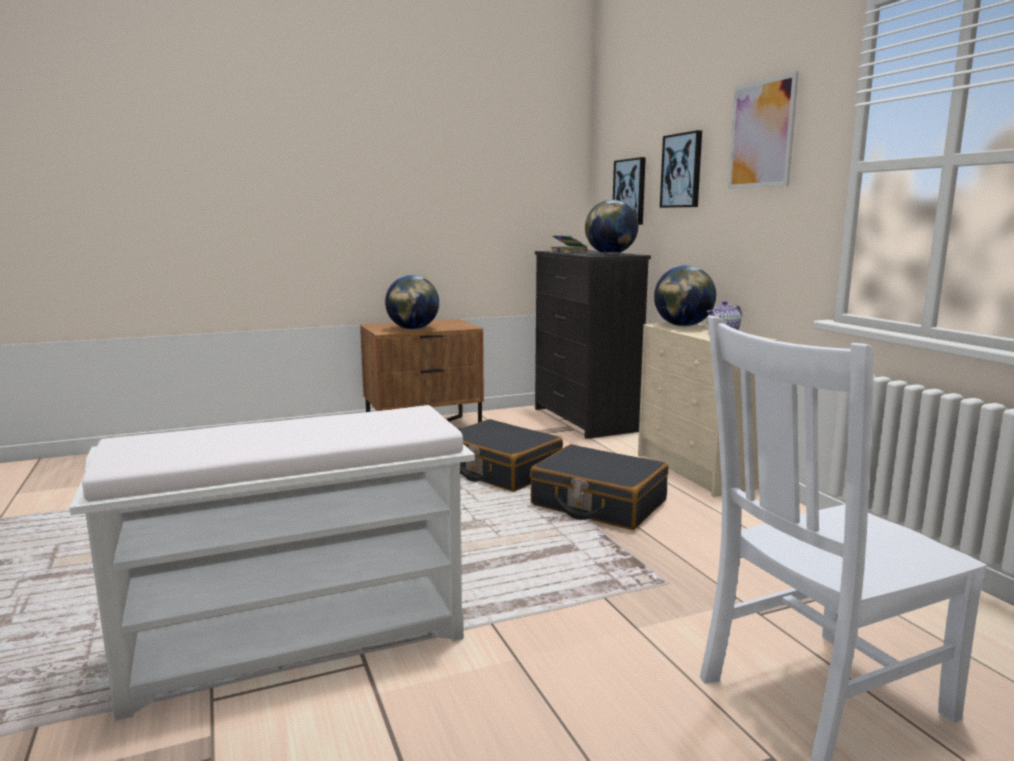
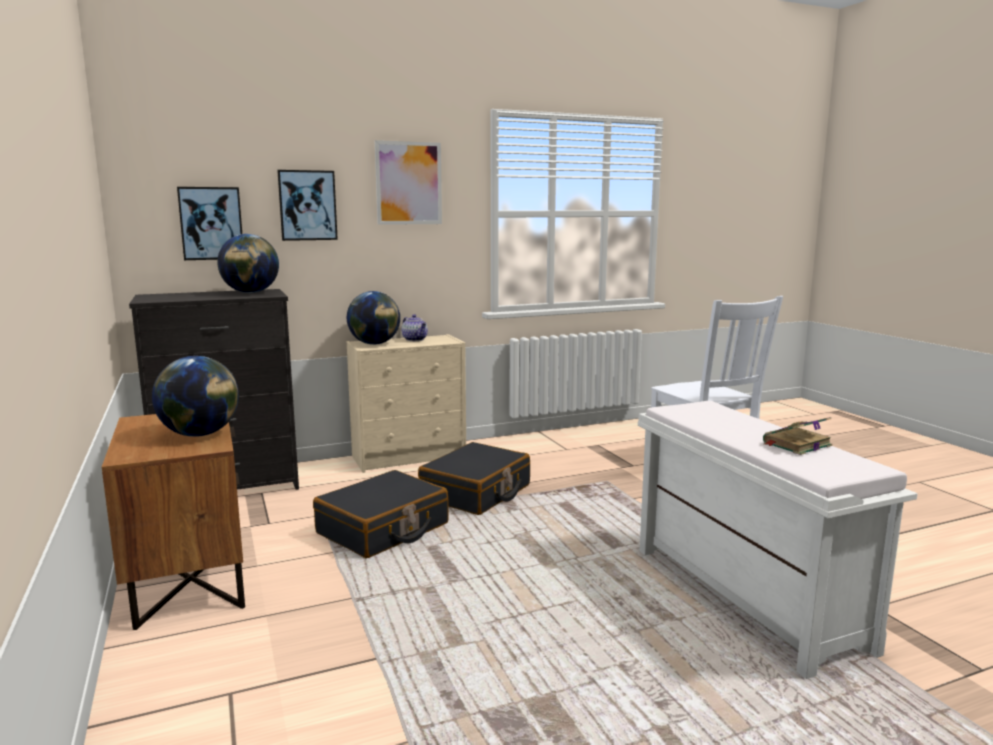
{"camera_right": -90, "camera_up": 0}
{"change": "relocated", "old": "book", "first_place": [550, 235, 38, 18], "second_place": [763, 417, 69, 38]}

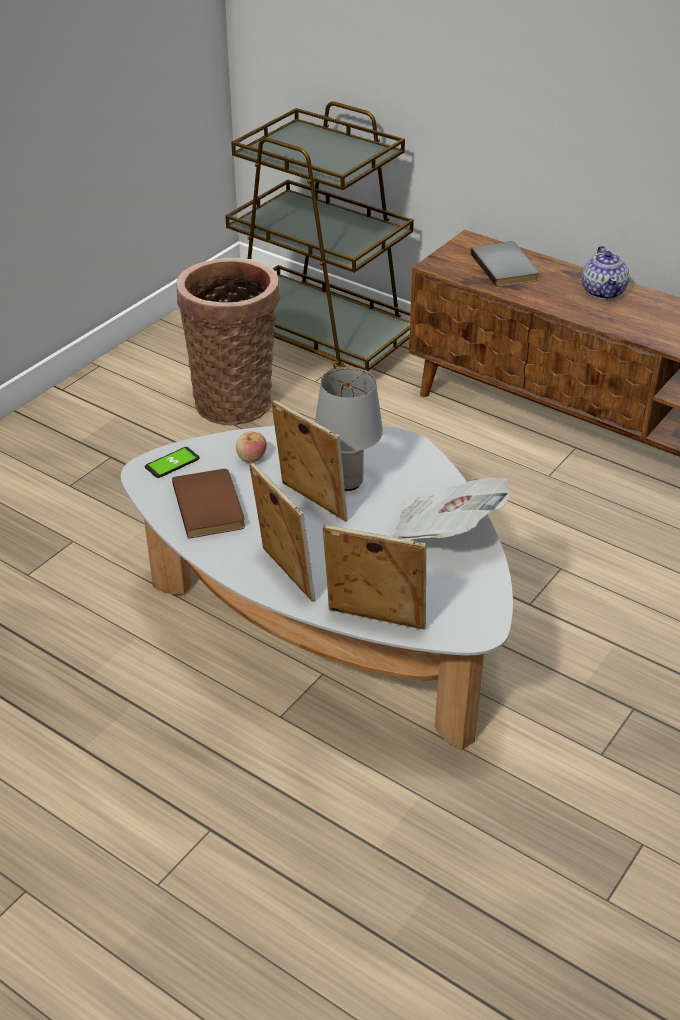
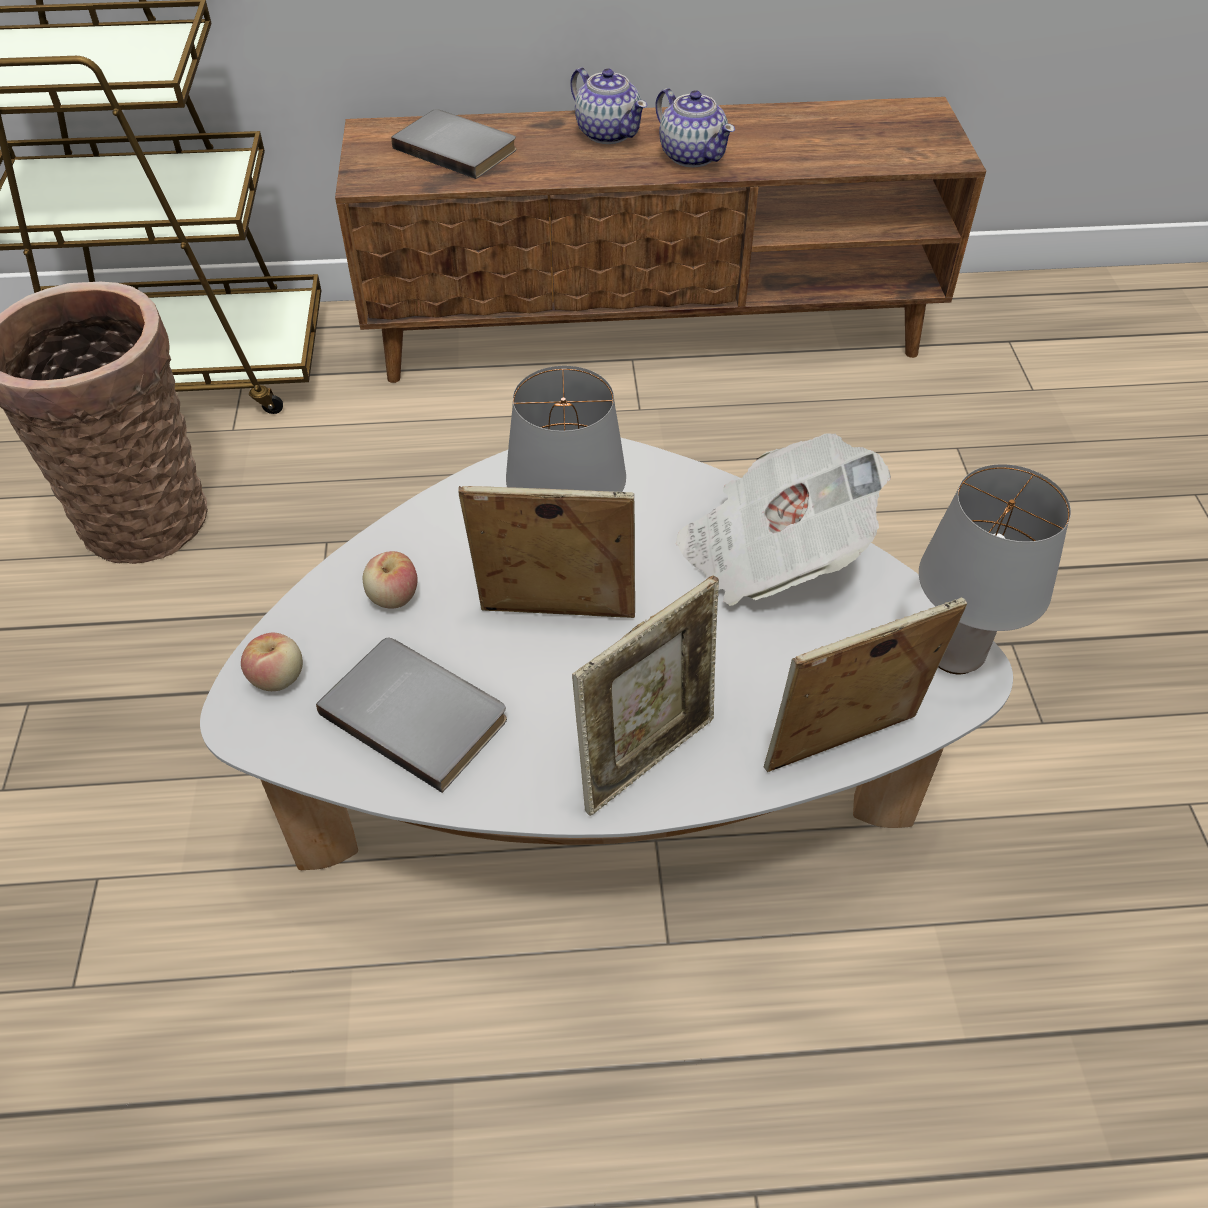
{"camera_right": -40, "camera_up": 10}
{"change": "exchanged", "old": "phone", "new": "apple", "first_place": [145, 447, 55, 31], "second_place": [241, 633, 62, 58]}
{"change": "spun", "old": "picture frame", "first_place": [249, 462, 67, 140], "second_place": [572, 575, 147, 241], "degrees": 120}
{"change": "colour", "old": "brown book", "new": "grey book", "first_place": [172, 469, 73, 70], "second_place": [316, 638, 191, 155]}
{"change": "appeared", "new": "teapot", "second_place": [655, 88, 80, 79]}
{"change": "appeared", "new": "grey table lamp", "second_place": [919, 464, 152, 210]}

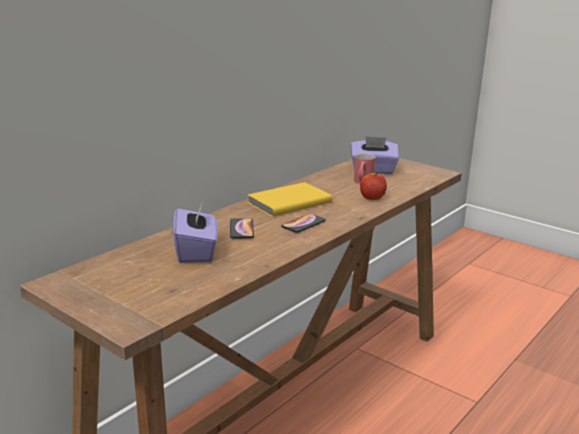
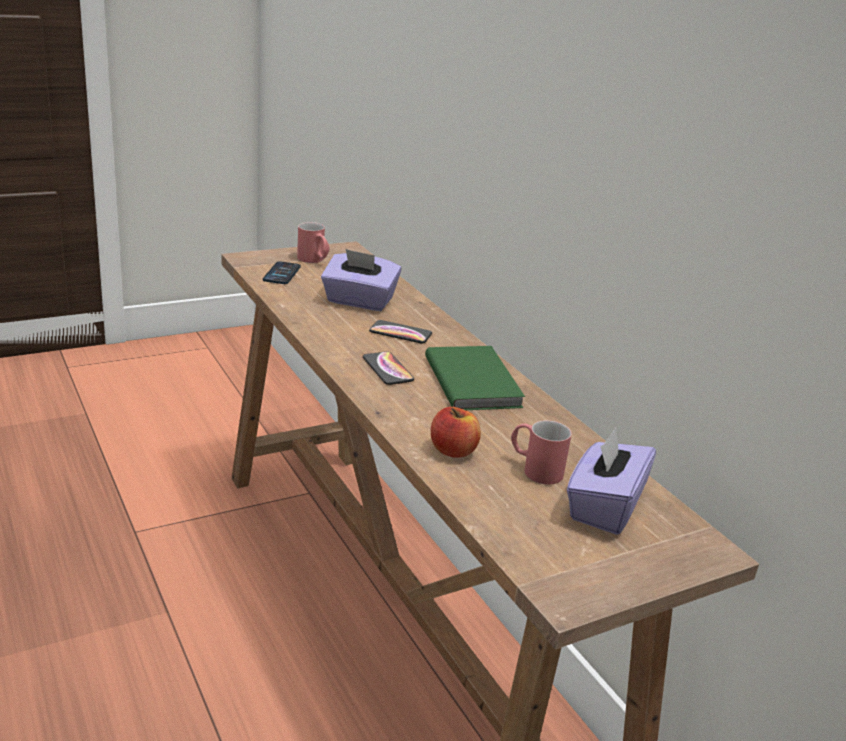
{"camera_right": 110, "camera_up": 5}
{"change": "colour", "old": "yellow book", "new": "green book", "first_place": [247, 182, 85, 35], "second_place": [425, 346, 100, 64]}
{"change": "appeared", "new": "red mug", "second_place": [297, 222, 33, 41]}
{"change": "appeared", "new": "phone", "second_place": [263, 261, 38, 23]}

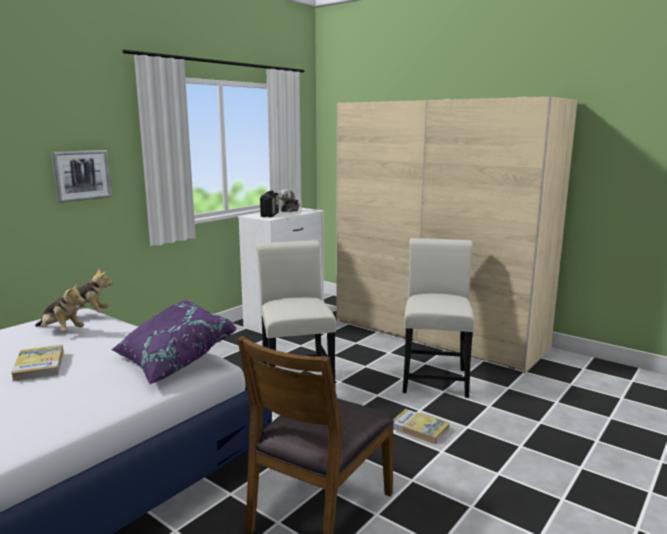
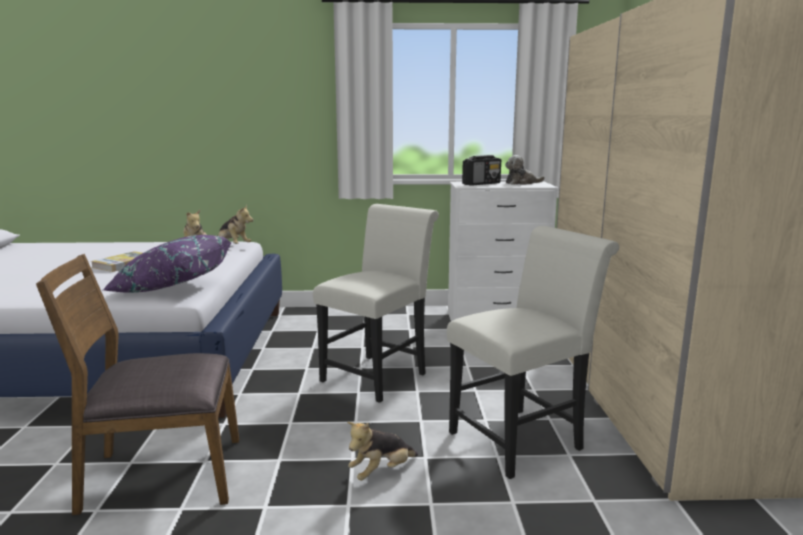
{"camera_right": 50, "camera_up": 0}
{"change": "missing", "old": "picture", "first_place": [51, 150, 61, 53]}
{"change": "exchanged", "old": "book", "new": "plush toy", "first_place": [393, 409, 57, 35], "second_place": [347, 422, 71, 58]}

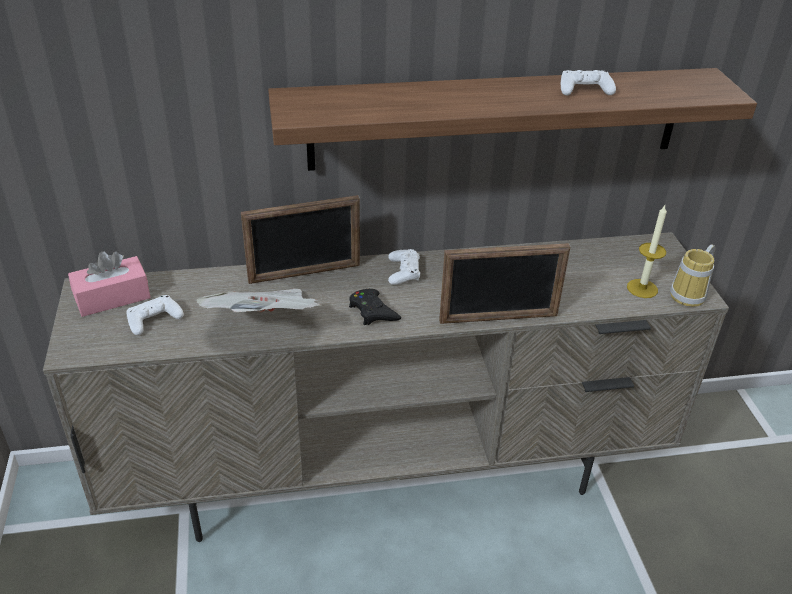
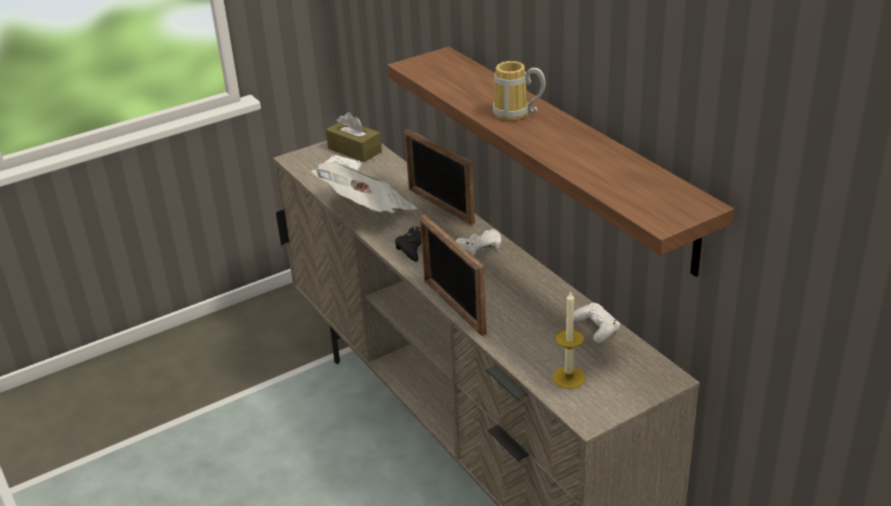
{"camera_right": 70, "camera_up": -5}
{"change": "relocated", "old": "white game controller", "first_place": [561, 70, 55, 25], "second_place": [574, 303, 46, 40]}
{"change": "relocated", "old": "mug", "first_place": [670, 244, 45, 63], "second_place": [493, 61, 52, 60]}
{"change": "colour", "old": "pink tissue box", "new": "brown tissue box", "first_place": [68, 251, 83, 66], "second_place": [326, 112, 56, 50]}

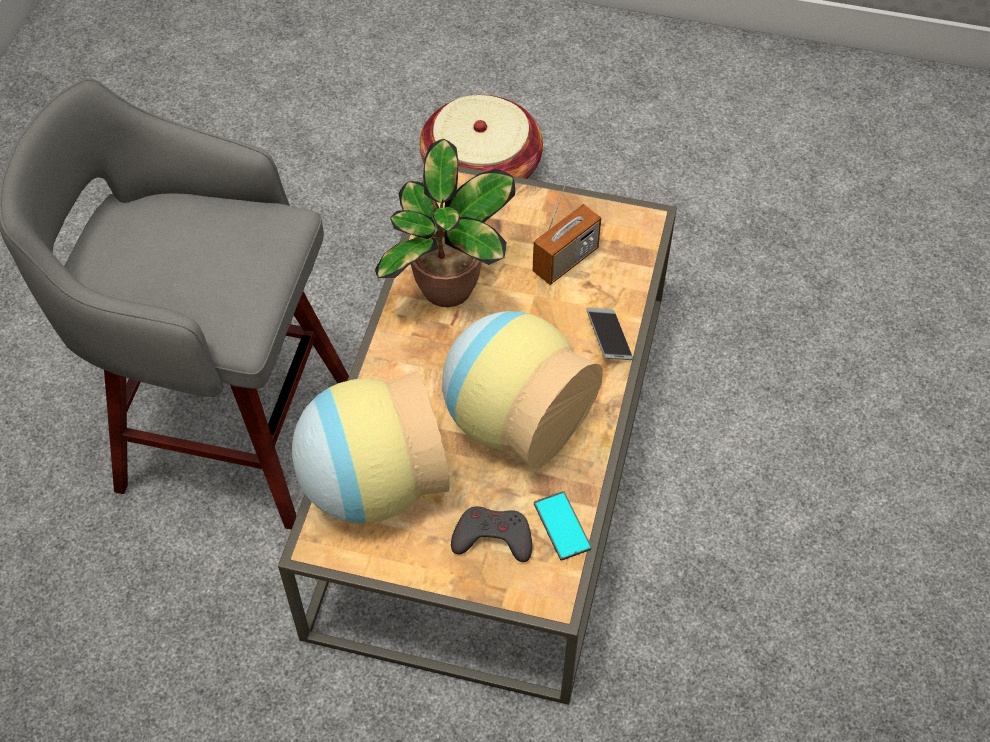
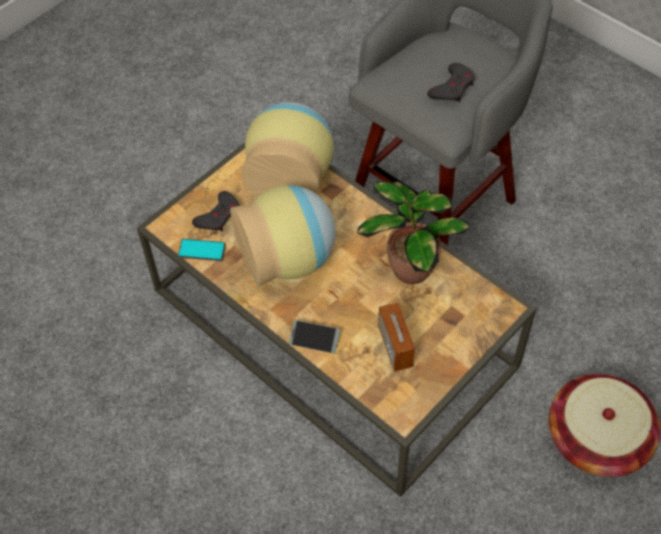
{"camera_right": 120, "camera_up": 0}
{"change": "appeared", "new": "grey game controller", "second_place": [427, 63, 48, 39]}

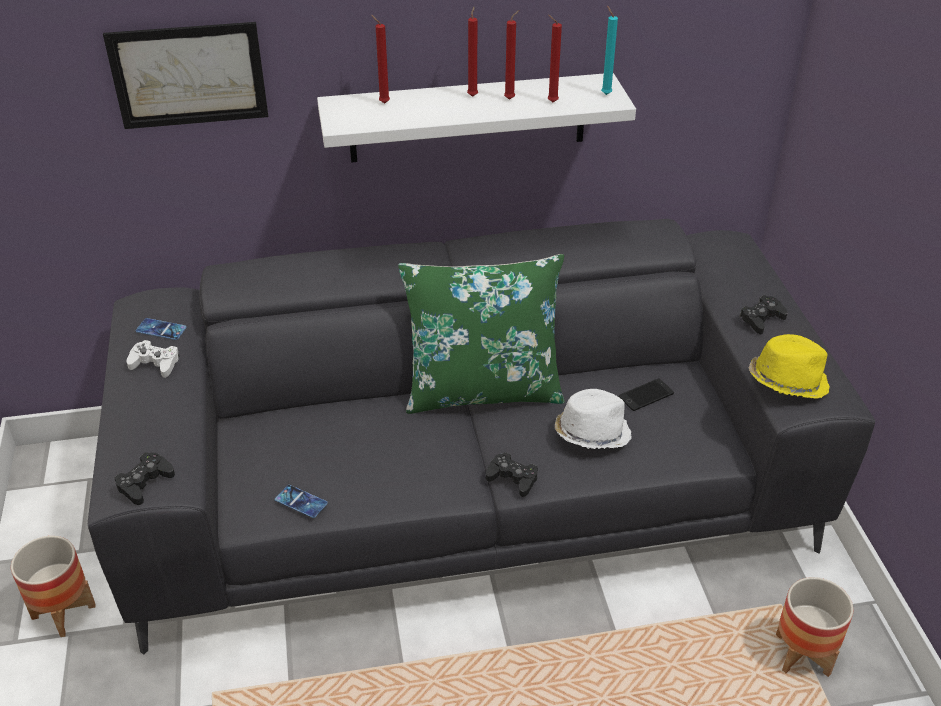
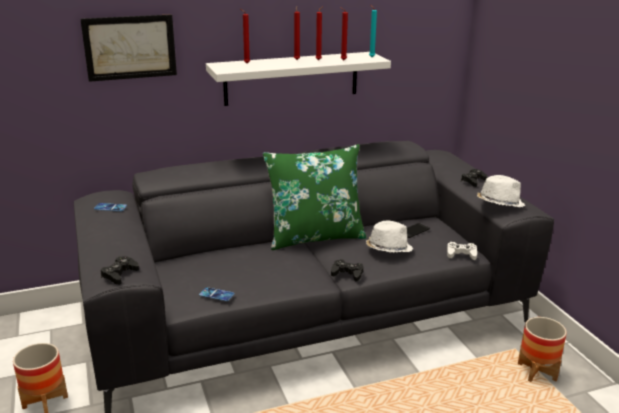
{"camera_right": -10, "camera_up": -15}
{"change": "colour", "old": "yellow hat", "new": "white hat", "first_place": [748, 334, 82, 65], "second_place": [477, 175, 48, 32]}
{"change": "relocated", "old": "white game controller", "first_place": [127, 340, 53, 38], "second_place": [447, 242, 30, 18]}

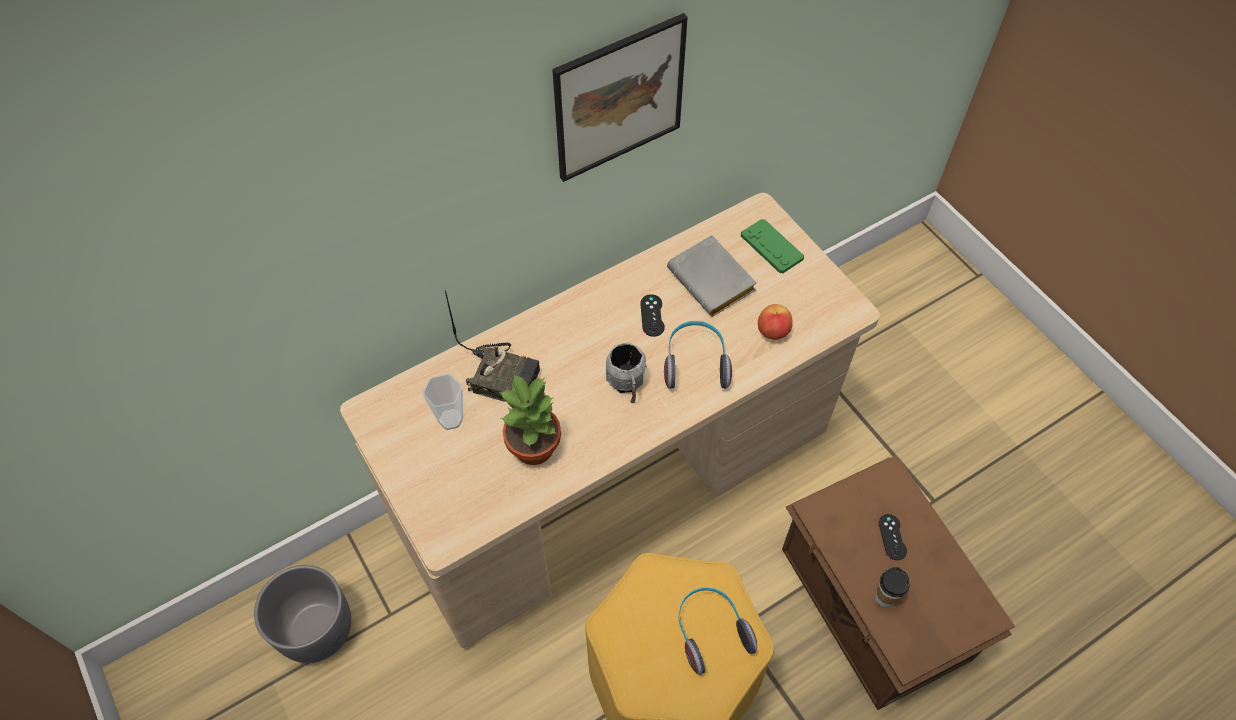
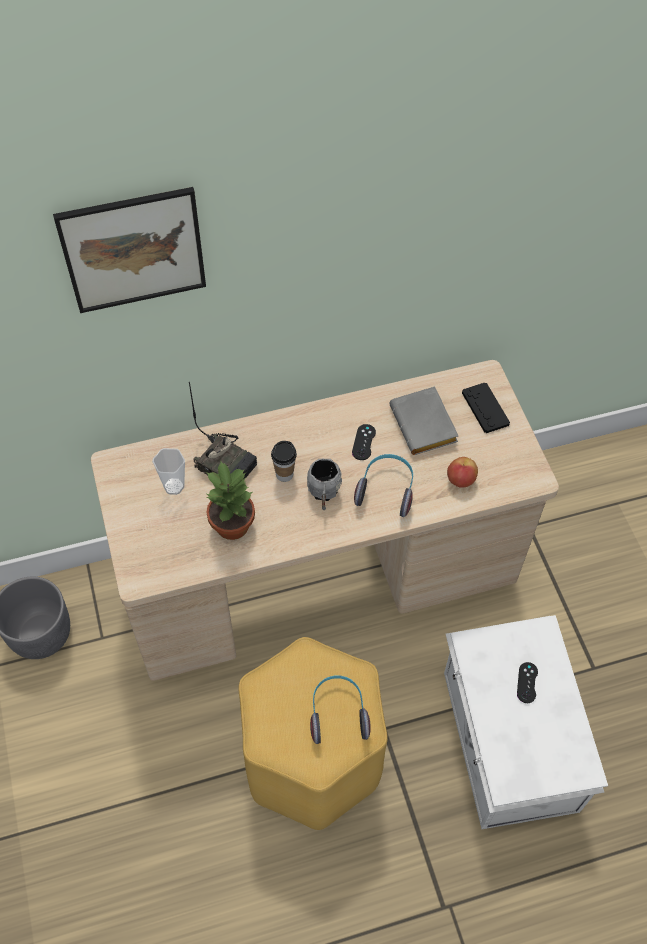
{"camera_right": 15, "camera_up": 0}
{"change": "relocated", "old": "picture", "first_place": [552, 13, 136, 169], "second_place": [53, 187, 153, 126]}
{"change": "colour", "old": "green game controller", "new": "black game controller", "first_place": [741, 219, 63, 55], "second_place": [462, 383, 48, 50]}
{"change": "colour", "old": "brown storage box", "new": "white storage box", "first_place": [782, 455, 233, 255], "second_place": [444, 615, 164, 214]}
{"change": "relocated", "old": "cup", "first_place": [875, 567, 35, 40], "second_place": [271, 441, 26, 41]}

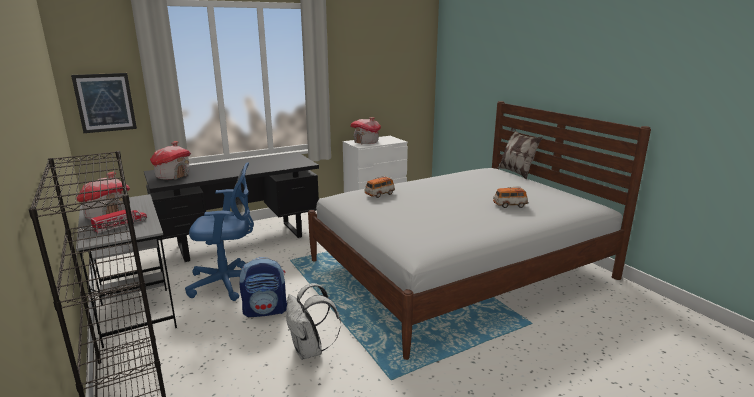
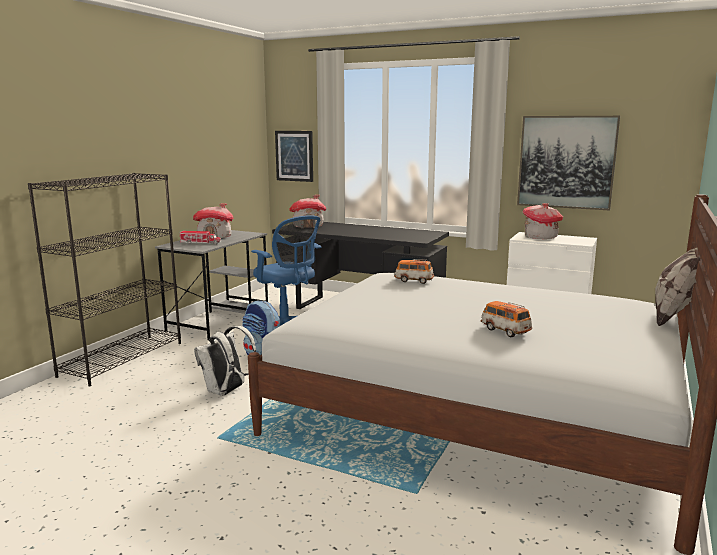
{"camera_right": 55, "camera_up": -5}
{"change": "appeared", "new": "picture", "second_place": [517, 116, 103, 94]}

